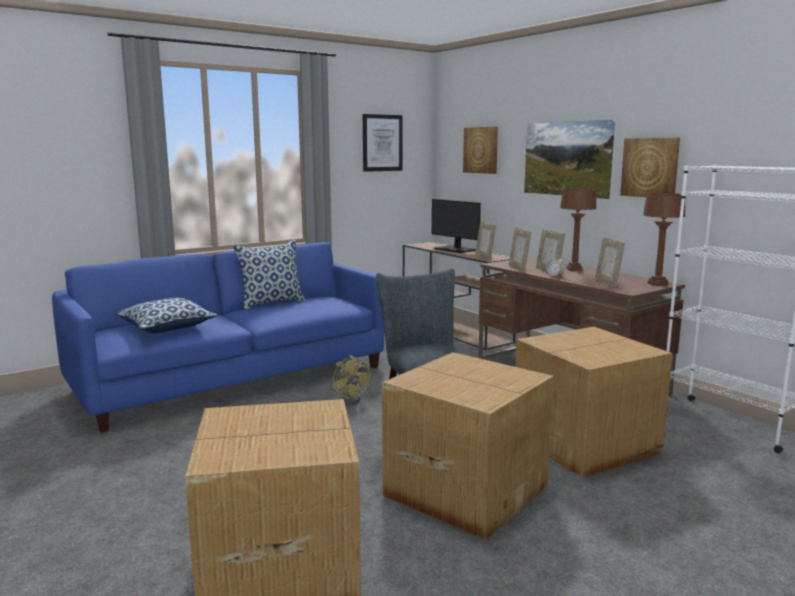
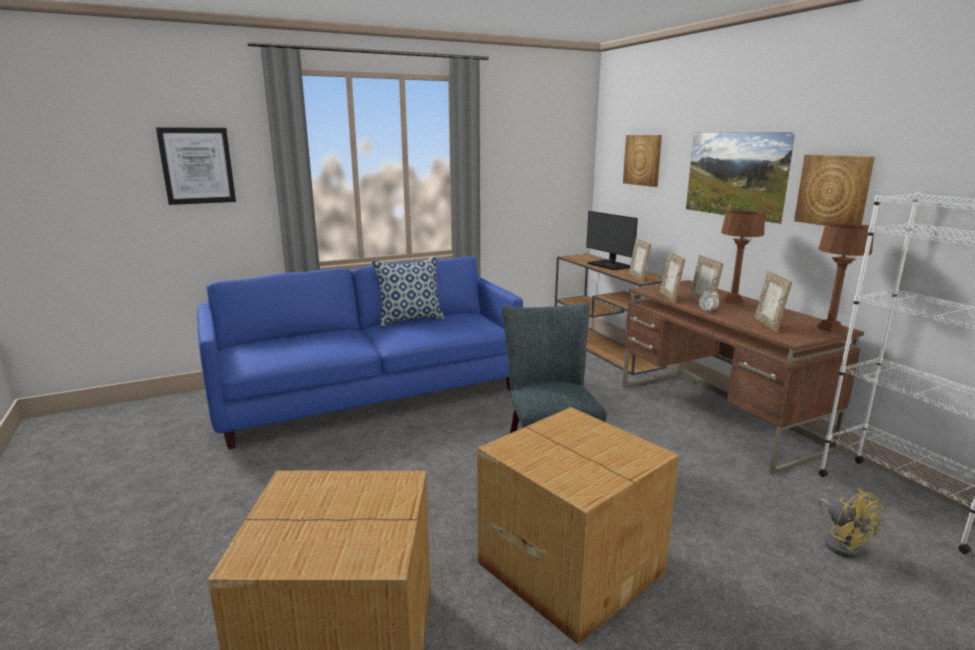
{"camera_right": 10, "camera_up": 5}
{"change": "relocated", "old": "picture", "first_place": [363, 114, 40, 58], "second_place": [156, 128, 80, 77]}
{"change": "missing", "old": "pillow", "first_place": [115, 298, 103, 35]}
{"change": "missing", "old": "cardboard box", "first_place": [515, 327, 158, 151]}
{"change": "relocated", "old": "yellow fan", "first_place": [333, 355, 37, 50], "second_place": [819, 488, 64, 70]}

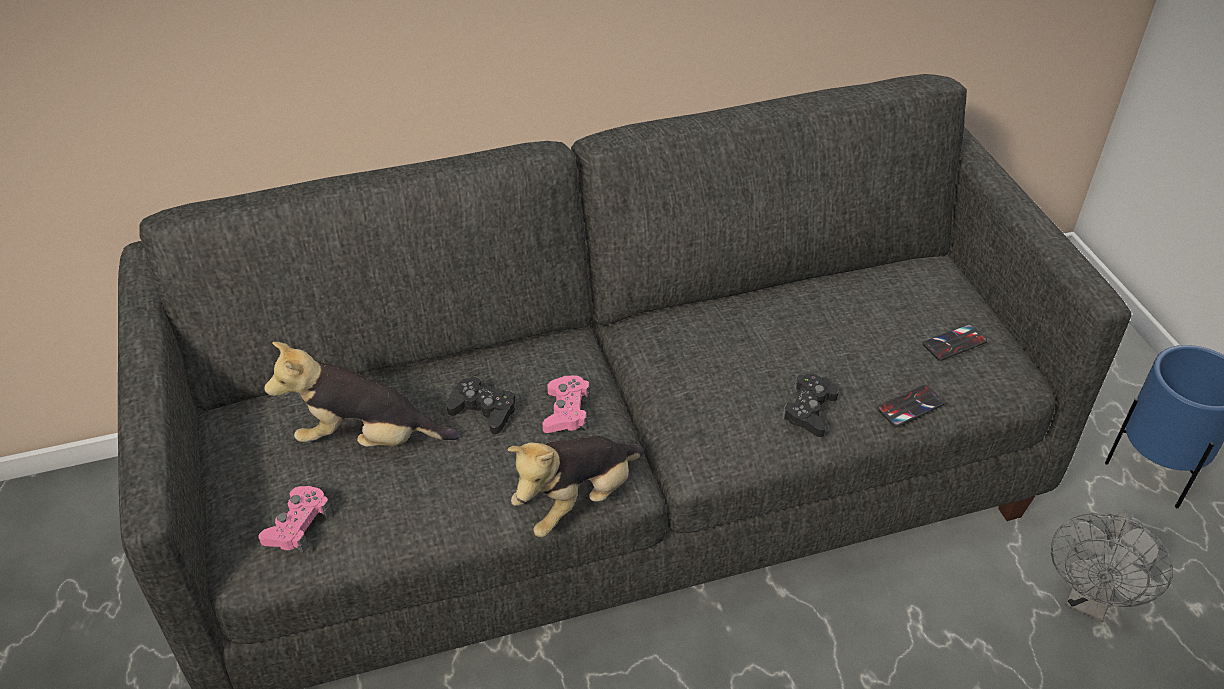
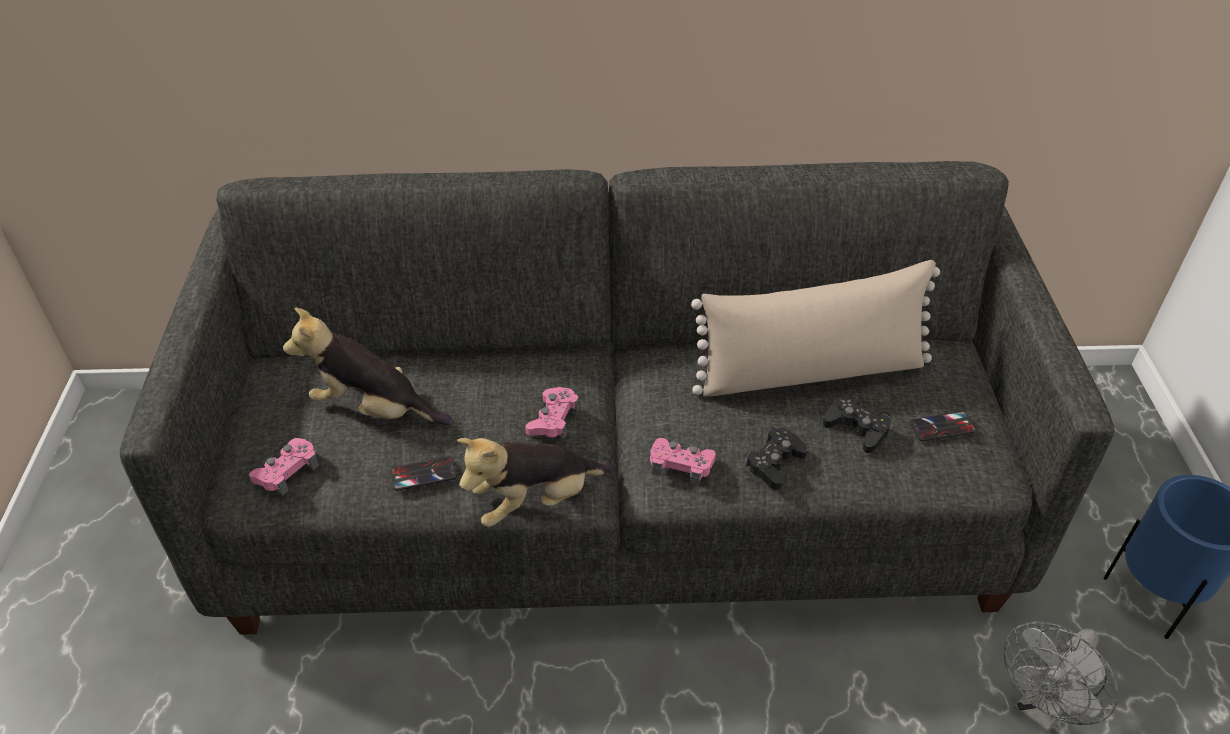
{"camera_right": 15, "camera_up": 0}
{"change": "relocated", "old": "black game controller", "first_place": [447, 376, 69, 59], "second_place": [823, 395, 68, 58]}
{"change": "relocated", "old": "phone", "first_place": [877, 385, 68, 42], "second_place": [391, 456, 66, 35]}
{"change": "appeared", "new": "beige pillow", "second_place": [691, 260, 249, 137]}
{"change": "appeared", "new": "pink game controller", "second_place": [650, 438, 66, 48]}

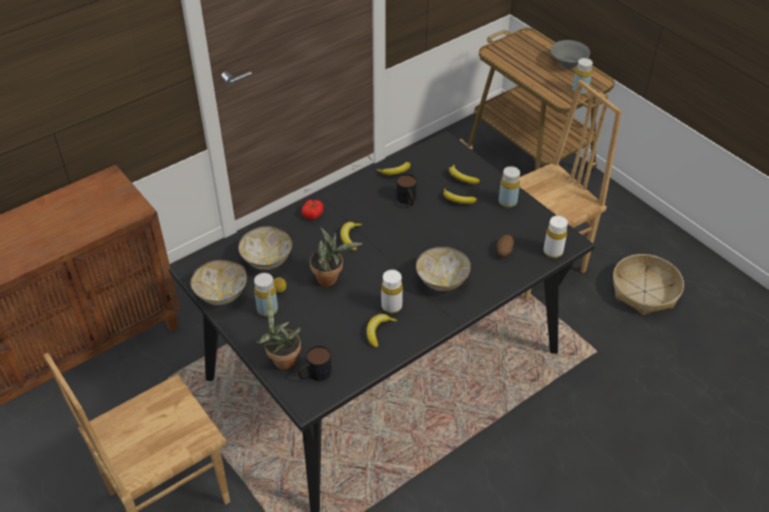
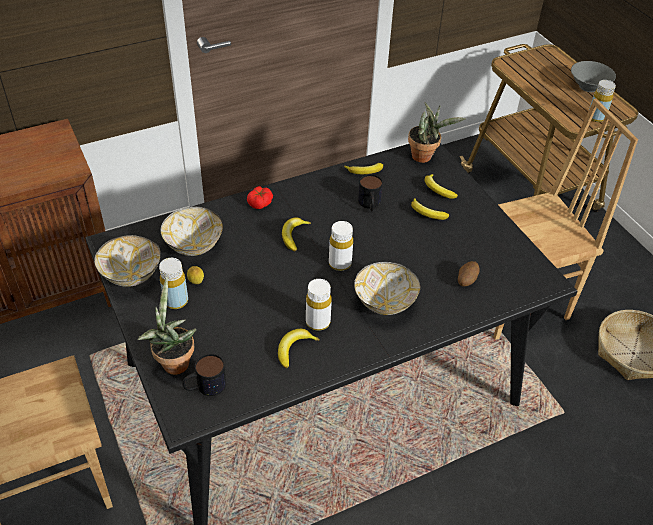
{"camera_right": 10, "camera_up": 0}
{"change": "missing", "old": "yellow bottle", "first_place": [499, 166, 21, 42]}
{"change": "relocated", "old": "white bottle", "first_place": [543, 216, 25, 42], "second_place": [329, 221, 24, 50]}
{"change": "relocated", "old": "potted plant", "first_place": [310, 228, 53, 58], "second_place": [408, 102, 58, 61]}

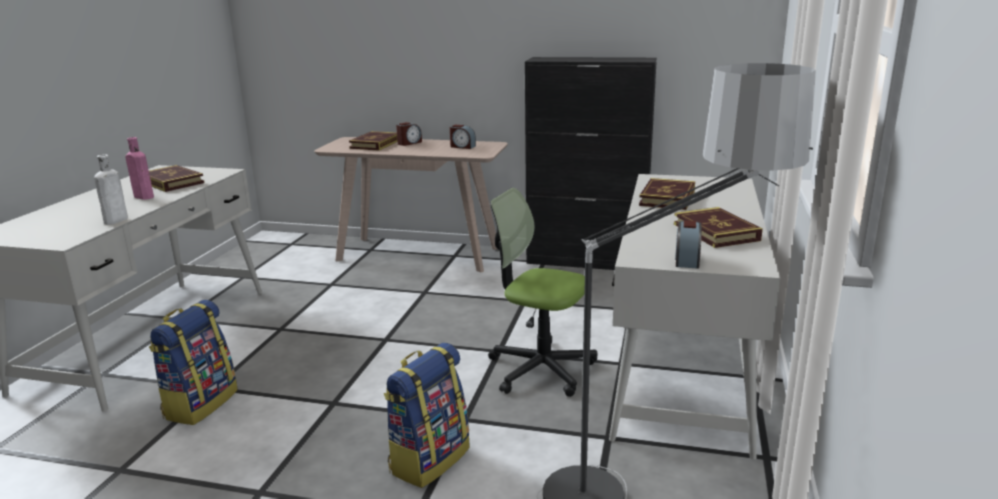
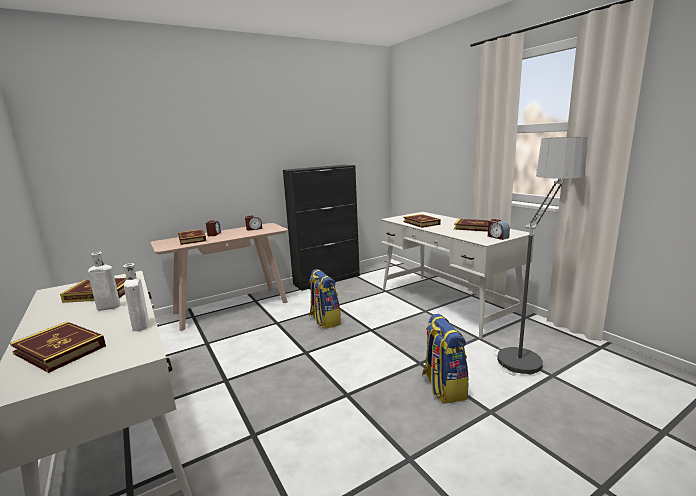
{"camera_right": -45, "camera_up": -5}
{"change": "colour", "old": "pink bottle", "new": "white bottle", "first_place": [125, 137, 29, 63], "second_place": [88, 252, 33, 59]}
{"change": "missing", "old": "office chair", "first_place": [488, 188, 110, 209]}
{"change": "relocated", "old": "backpack", "first_place": [149, 300, 89, 125], "second_place": [309, 269, 32, 60]}
{"change": "appeared", "new": "book", "second_place": [10, 322, 96, 51]}

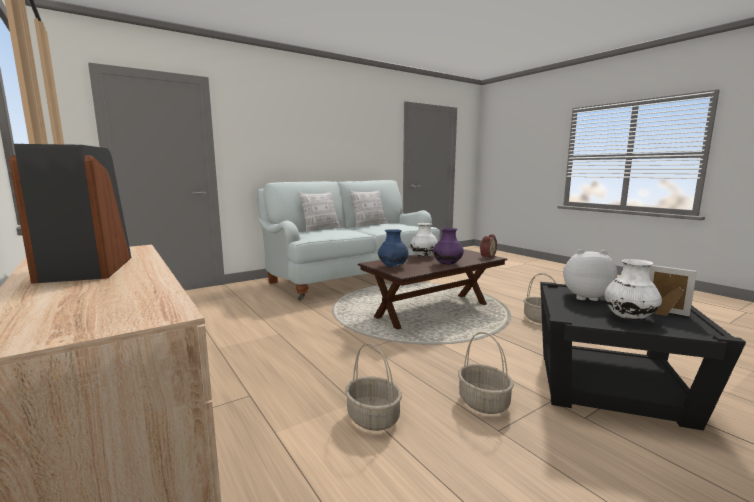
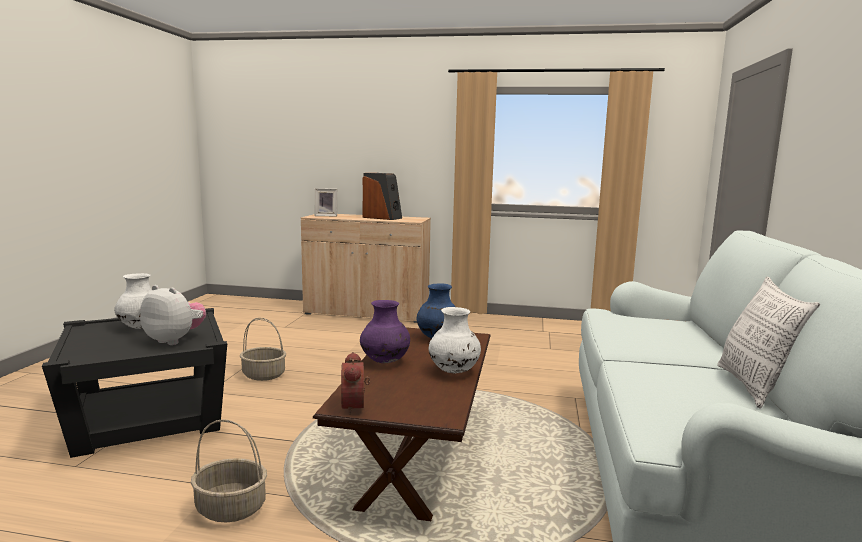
{"camera_right": 135, "camera_up": 0}
{"change": "missing", "old": "pillow", "first_place": [298, 191, 43, 41]}
{"change": "spun", "old": "plush toy", "first_place": [563, 249, 54, 52], "second_place": [140, 285, 66, 60], "degrees": -120}
{"change": "relocated", "old": "picture frame", "first_place": [649, 265, 48, 52], "second_place": [315, 188, 22, 28]}
{"change": "missing", "old": "basket", "first_place": [345, 343, 57, 88]}

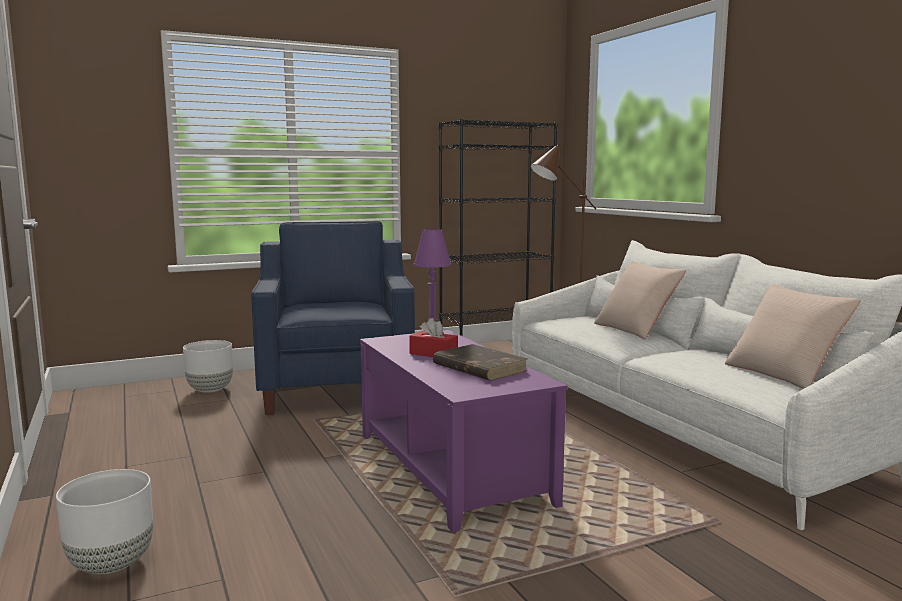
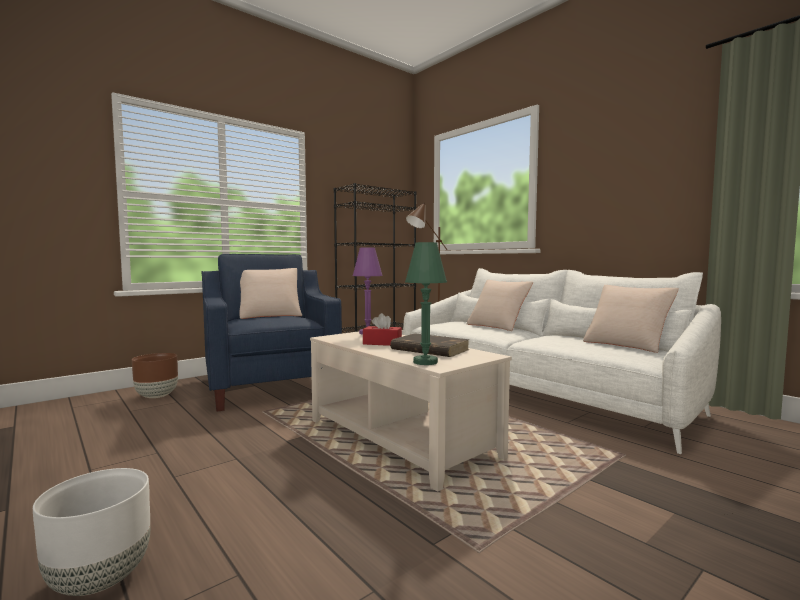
{"camera_right": -15, "camera_up": -5}
{"change": "colour", "old": "purple coffee table", "new": "beige coffee table", "first_place": [360, 330, 207, 203], "second_place": [310, 331, 202, 161]}
{"change": "colour", "old": "white planter", "new": "brown planter", "first_place": [183, 340, 50, 53], "second_place": [132, 353, 46, 45]}
{"change": "appeared", "new": "green table lamp", "second_place": [405, 242, 42, 123]}
{"change": "appeared", "new": "beige pillow", "second_place": [240, 268, 62, 51]}

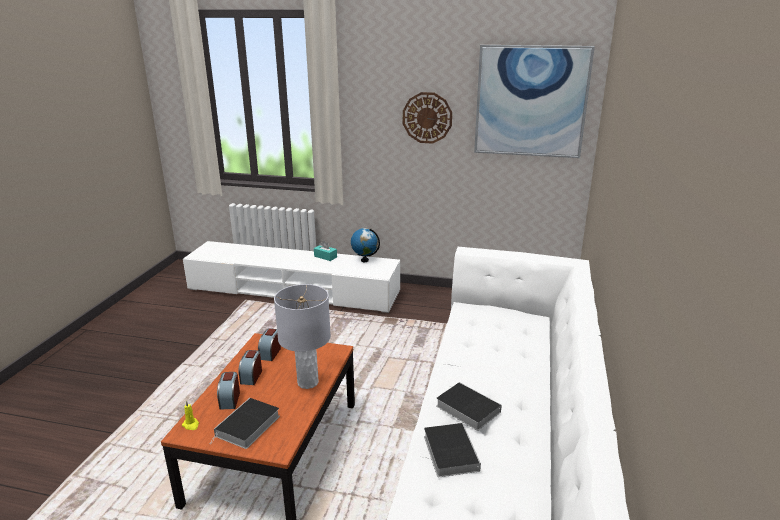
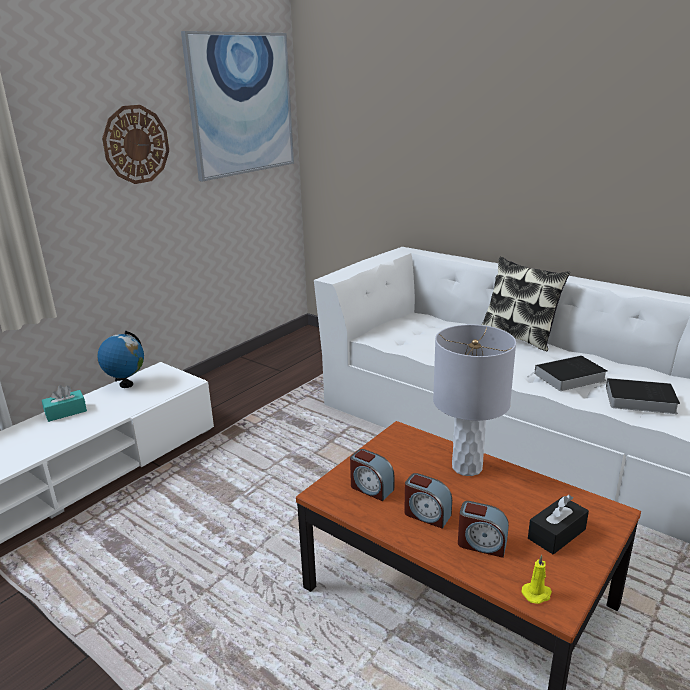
{"camera_right": -65, "camera_up": 0}
{"change": "exchanged", "old": "book", "new": "black tissue box", "first_place": [210, 398, 70, 51], "second_place": [528, 495, 61, 60]}
{"change": "appeared", "new": "pillow", "second_place": [482, 257, 88, 94]}

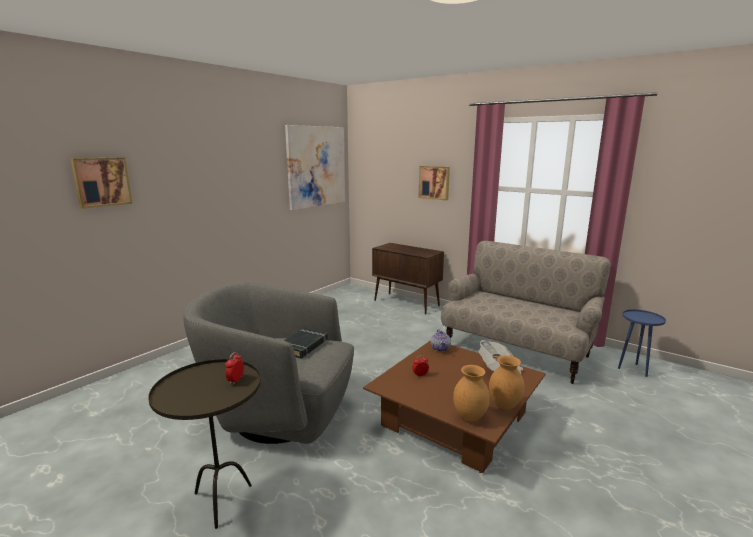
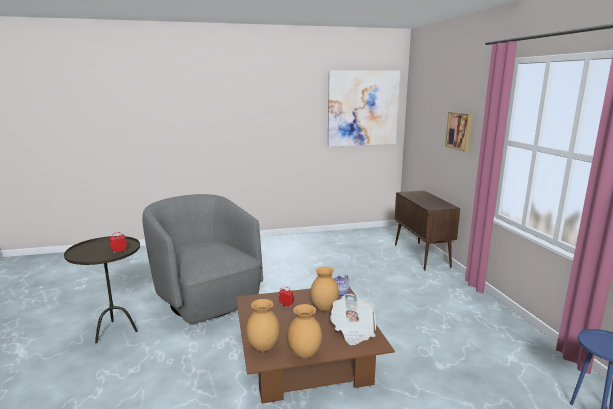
{"camera_right": 40, "camera_up": 0}
{"change": "missing", "old": "picture", "first_place": [71, 157, 62, 52]}
{"change": "missing", "old": "beige sofa", "first_place": [441, 241, 170, 143]}
{"change": "missing", "old": "black book", "first_place": [284, 328, 44, 31]}
{"change": "appeared", "new": "brown vase", "second_place": [310, 267, 29, 45]}

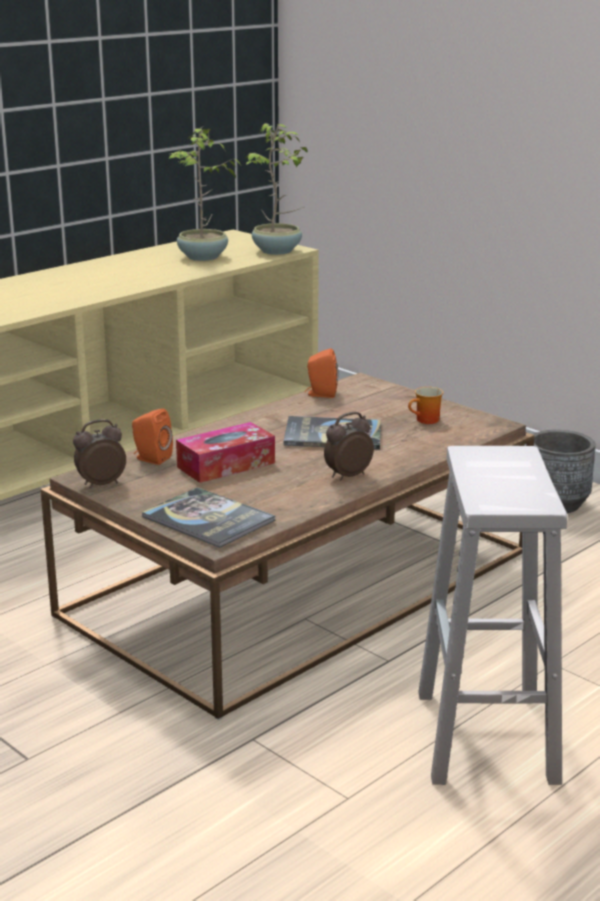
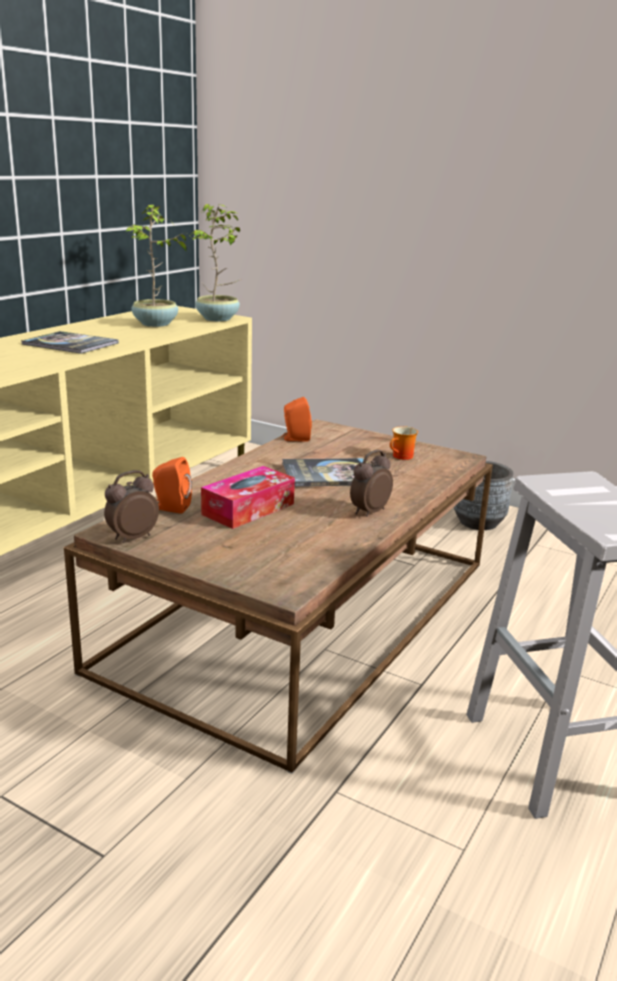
{"camera_right": -15, "camera_up": 0}
{"change": "relocated", "old": "book", "first_place": [142, 487, 133, 61], "second_place": [21, 331, 98, 23]}

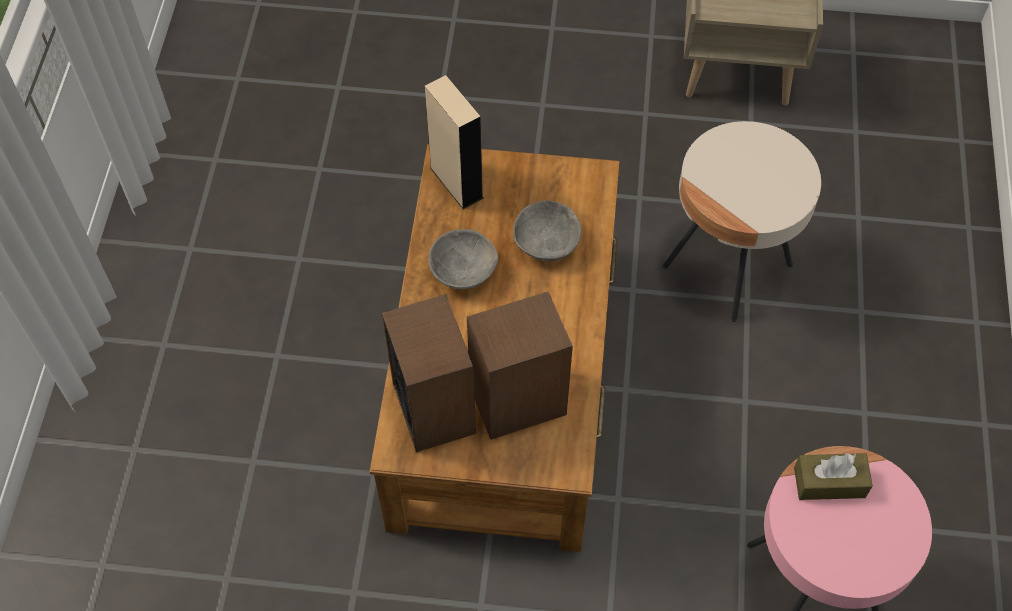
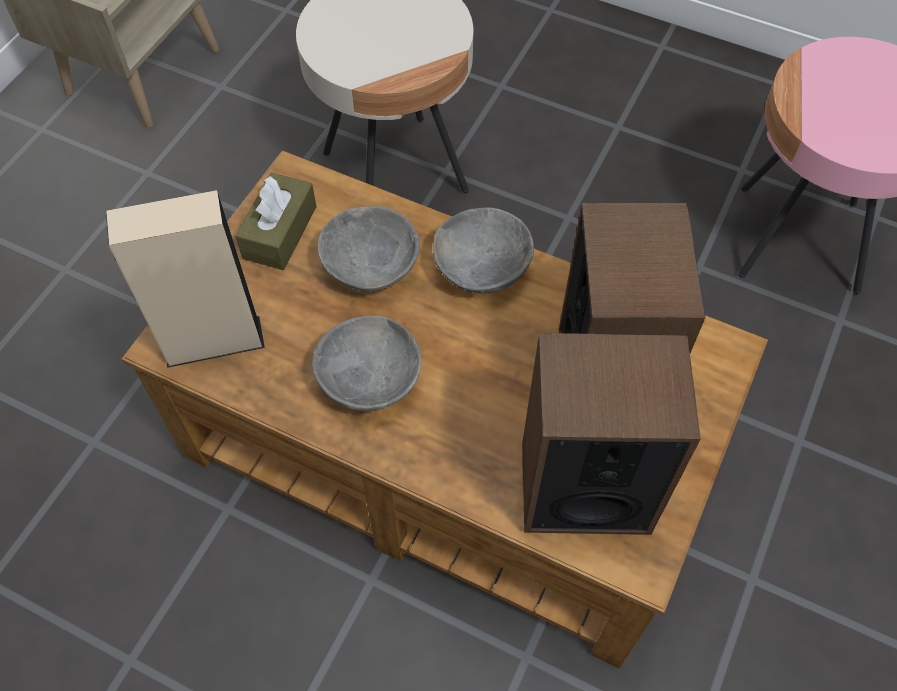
{"camera_right": -70, "camera_up": 0}
{"change": "relocated", "old": "brown tissue box", "first_place": [794, 453, 79, 47], "second_place": [235, 173, 81, 97]}
{"change": "appeared", "new": "grey bowl", "second_place": [433, 208, 101, 85]}

